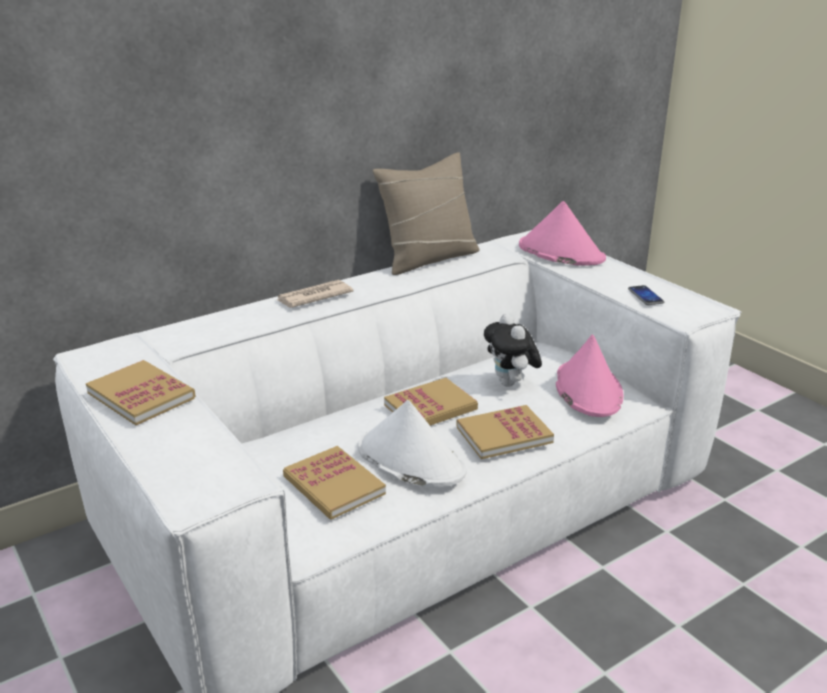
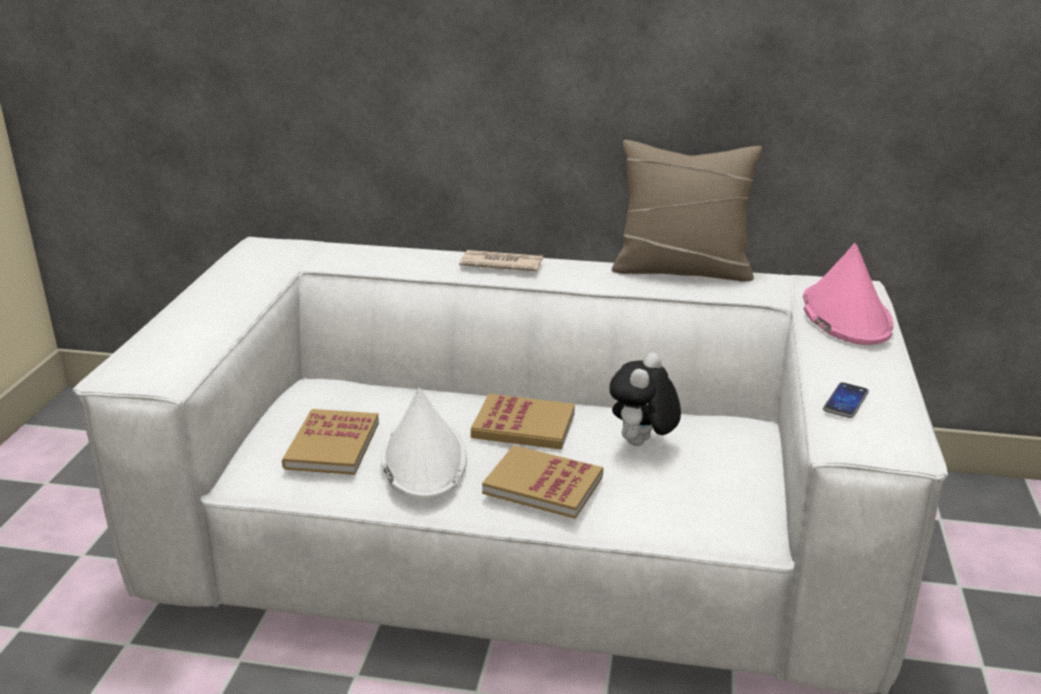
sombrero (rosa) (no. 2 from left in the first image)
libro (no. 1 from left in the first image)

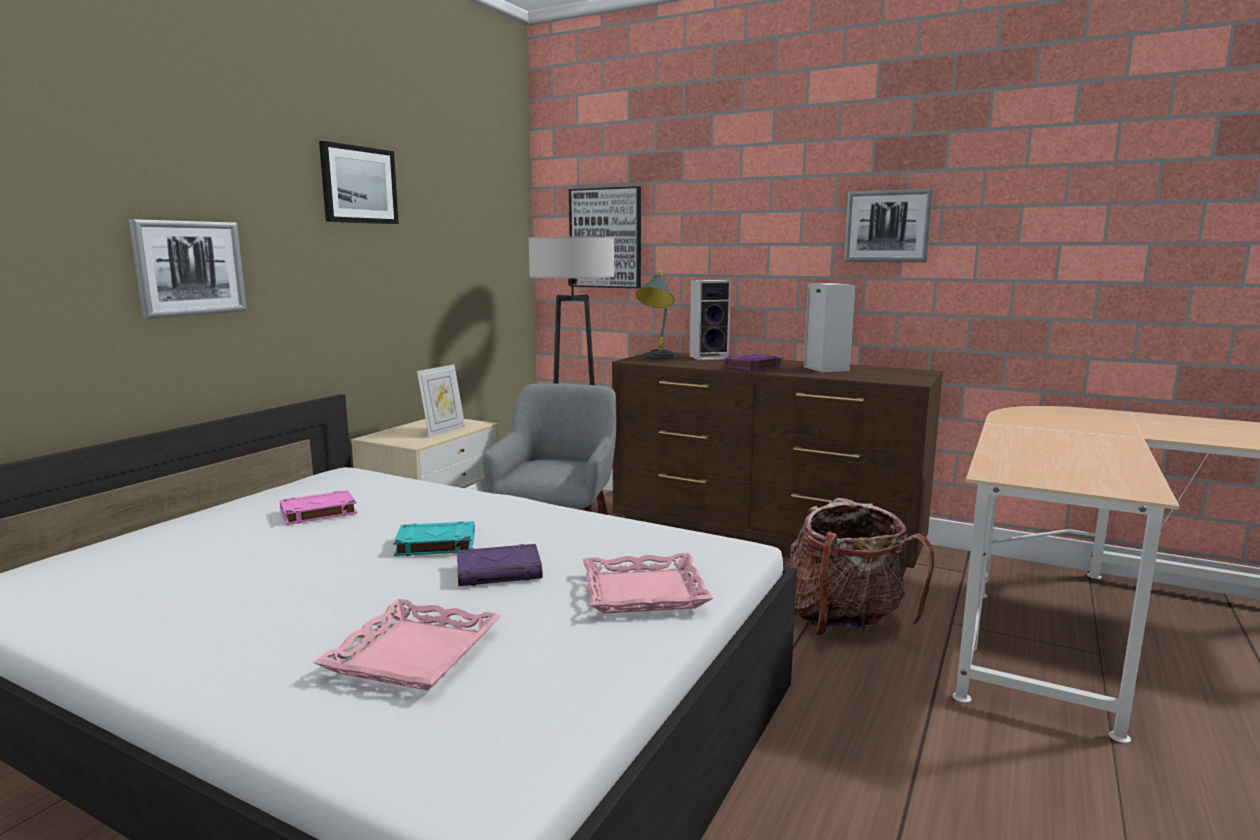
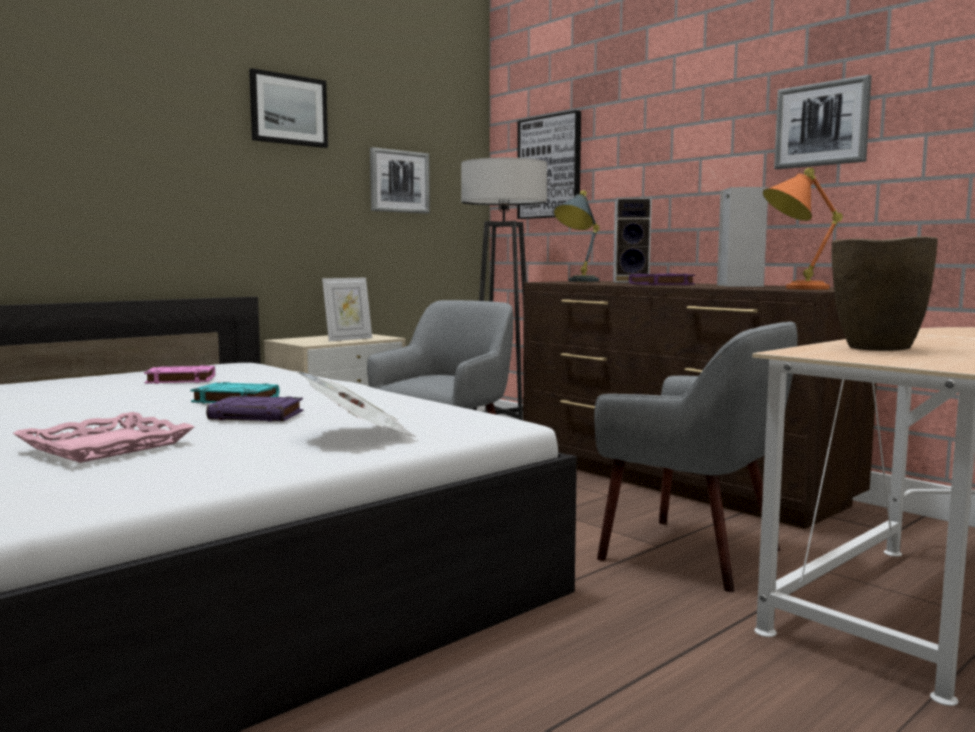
cuadro (no. 2 from left)
sillón (gris) (no. 2 from left)
periódico
lámpara de mesa (naranja)
florero (marrón)

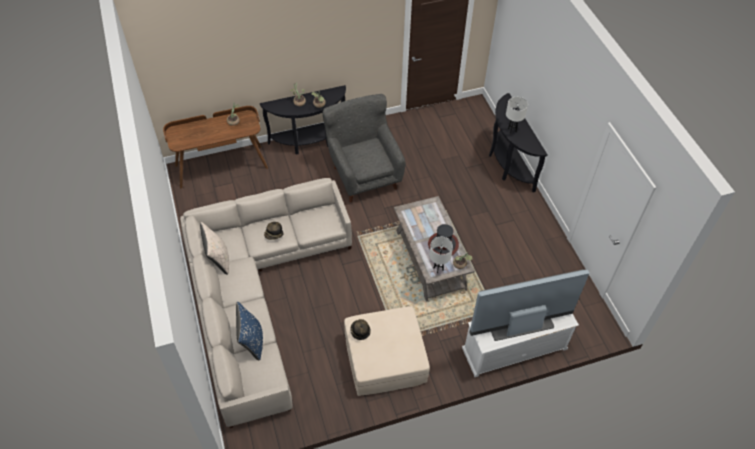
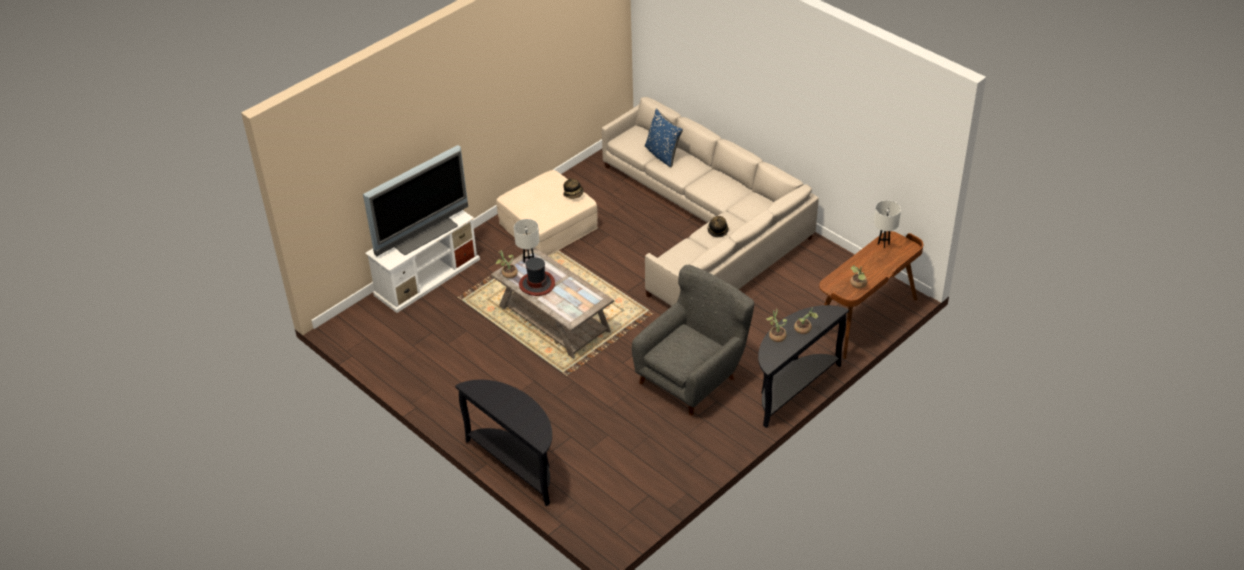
sillón (gris)
lámpara de mesa (blanco) (no. 2 from left)
cojín (beis)

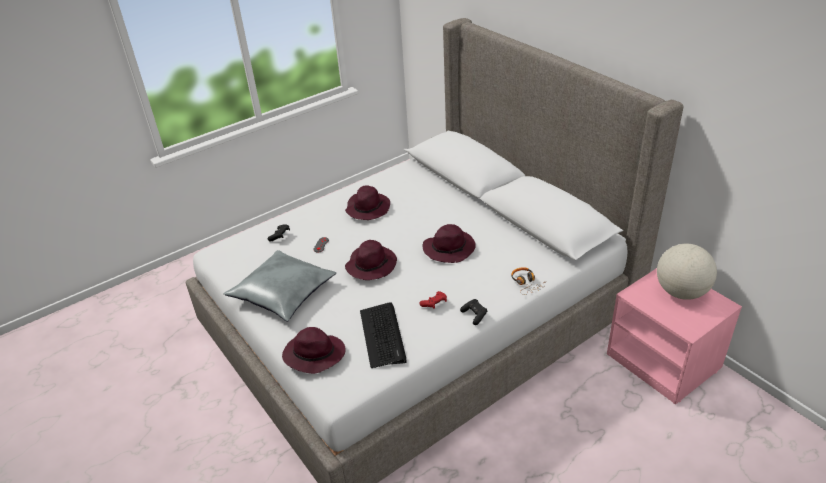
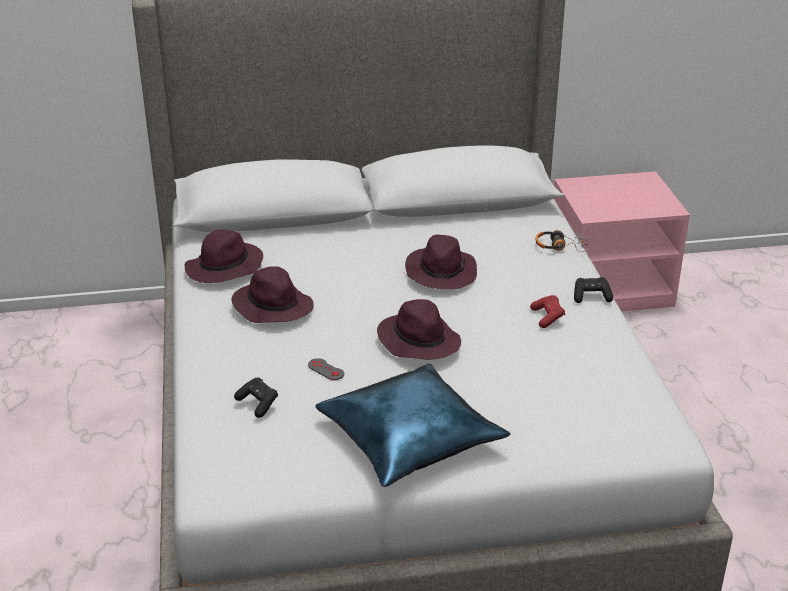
globo terráqueo
cojín (azul)
teclado
sombrero (morado) (no. 1 from left)

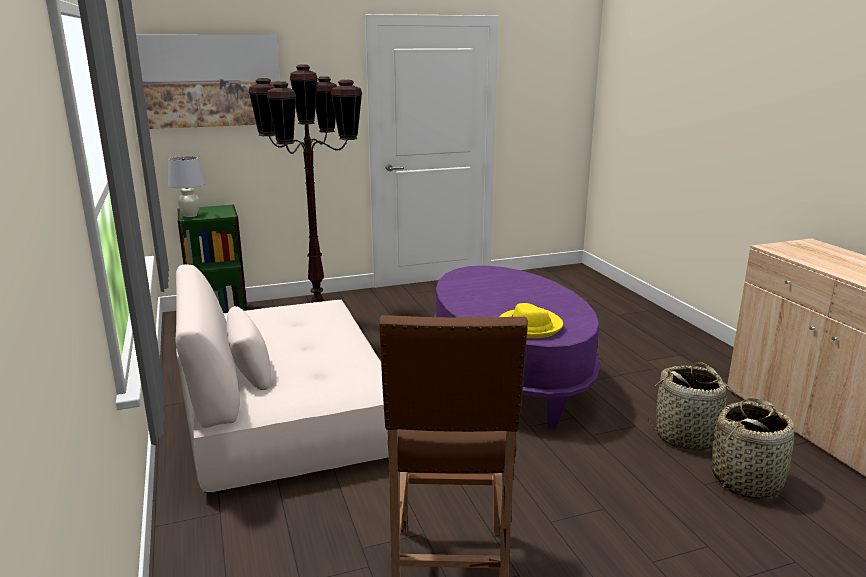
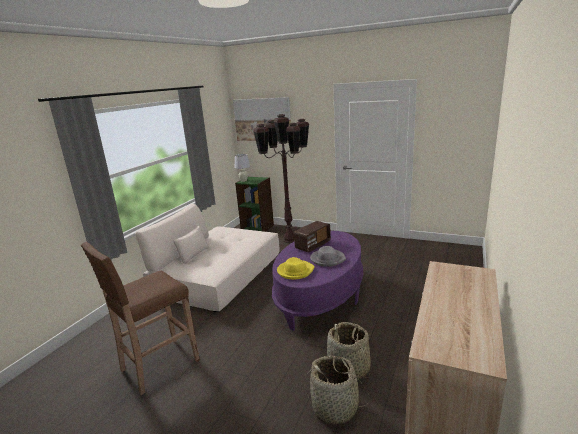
radio
sombrero (gris)

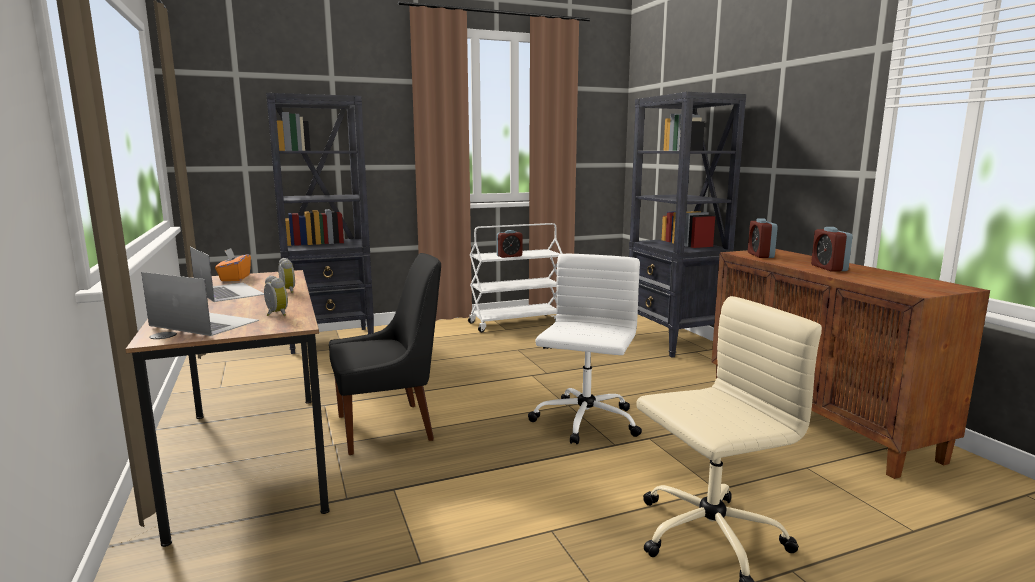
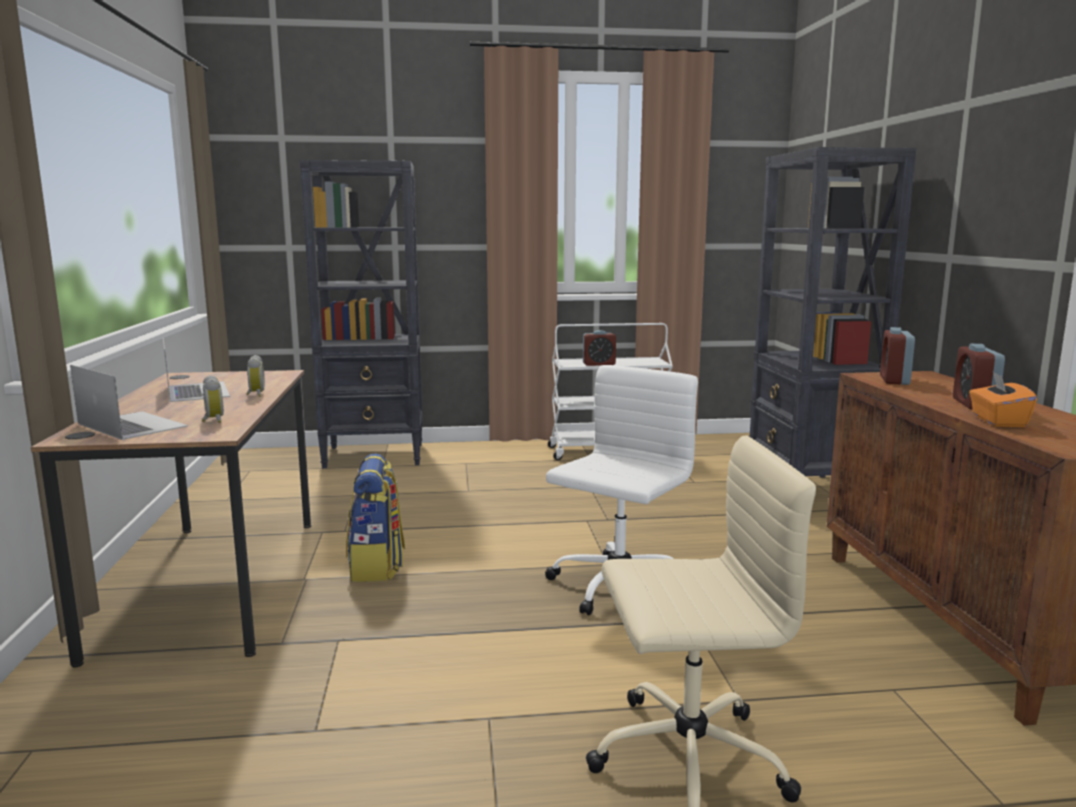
caja de pañuelos (naranja)
mochila

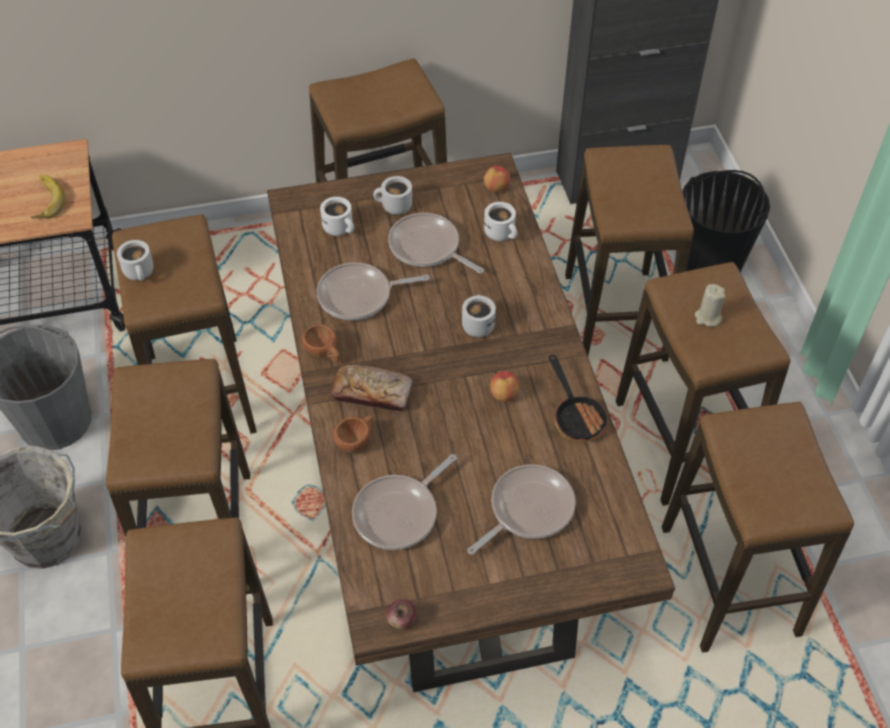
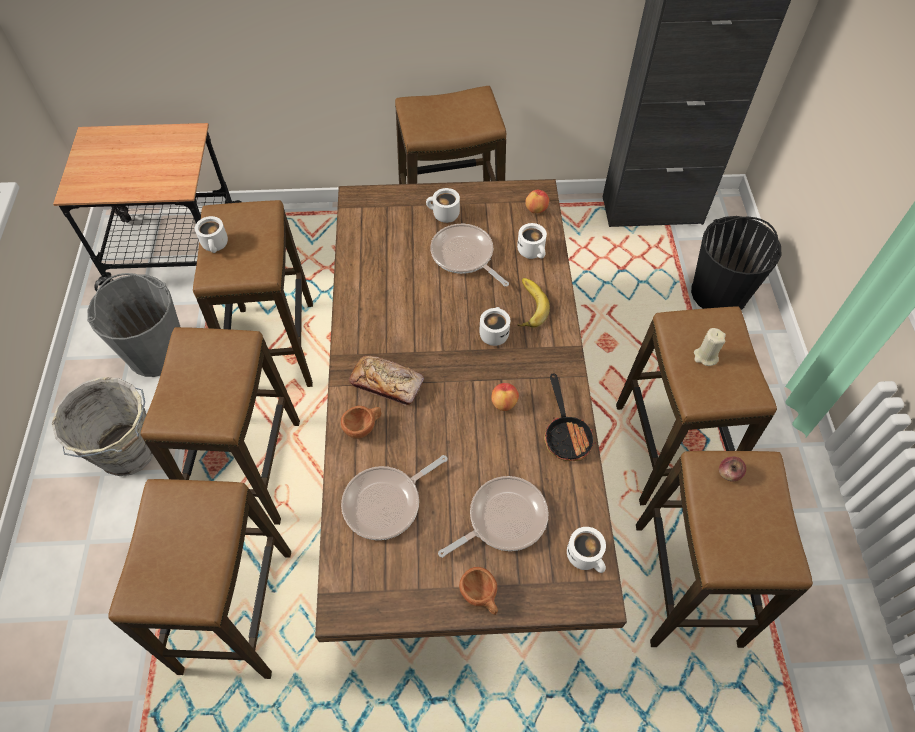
taburete (no. 5 from left in the first image)
plátano
taza grande (blanco) (no. 5 from left)
sartén (no. 1 from left in the first image)
taza (marrón) (no. 2 from left)
manzana (no. 3 from left)

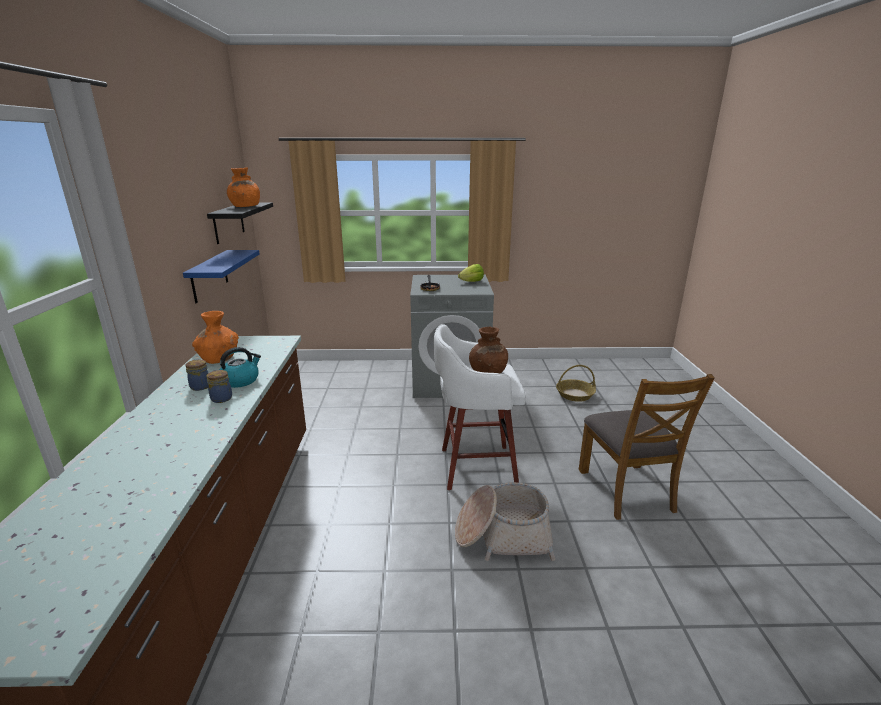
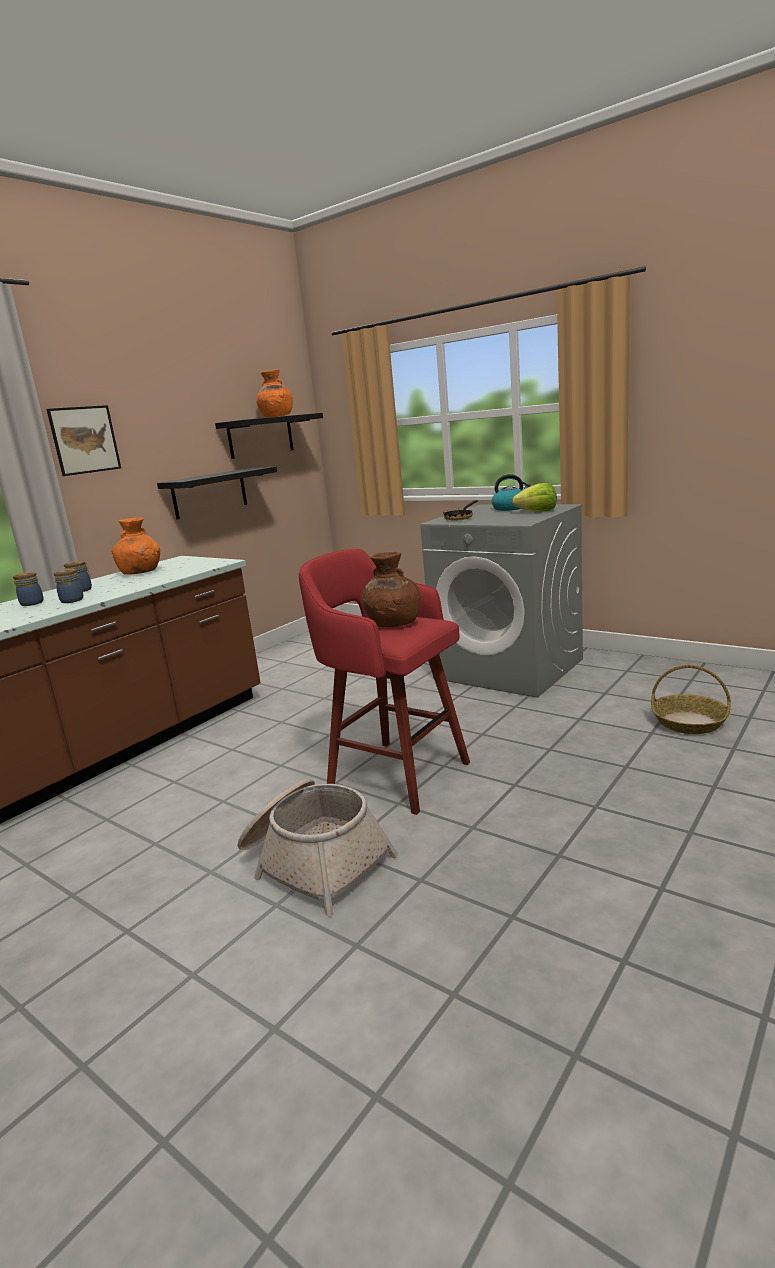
estante (negro) (no. 1 from left)
taburete (rojo)
hervidor
silla (marrón)
cuadro
tarro (no. 1 from left)

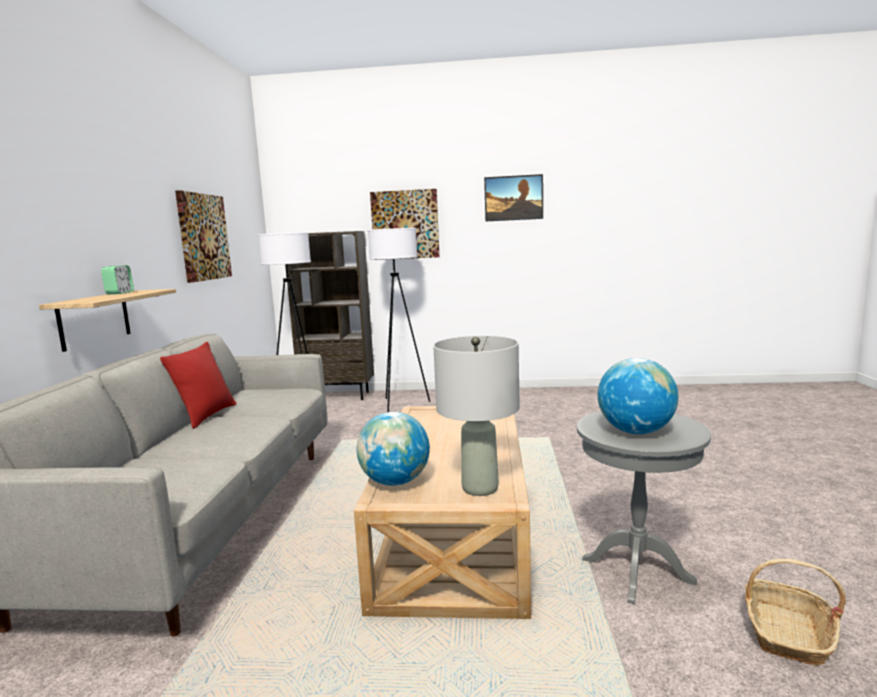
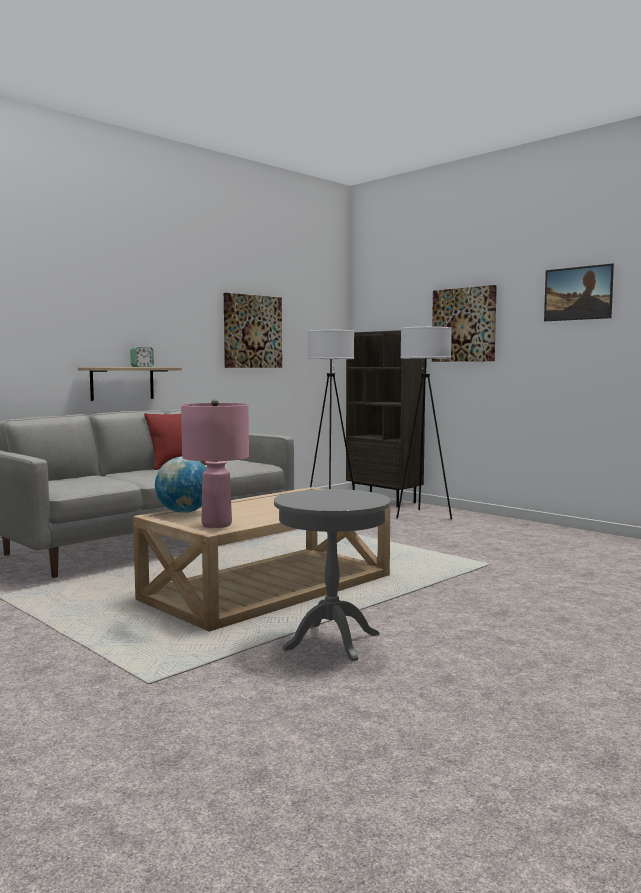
lámpara de mesa (rosa)
globo terráqueo (no. 2 from left in the first image)
cesta

